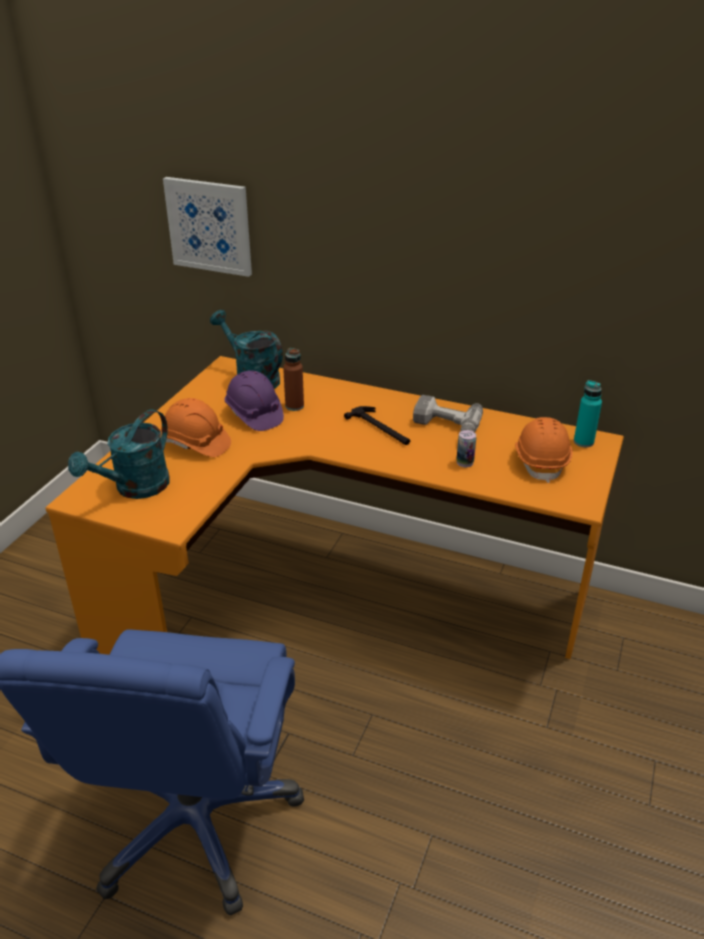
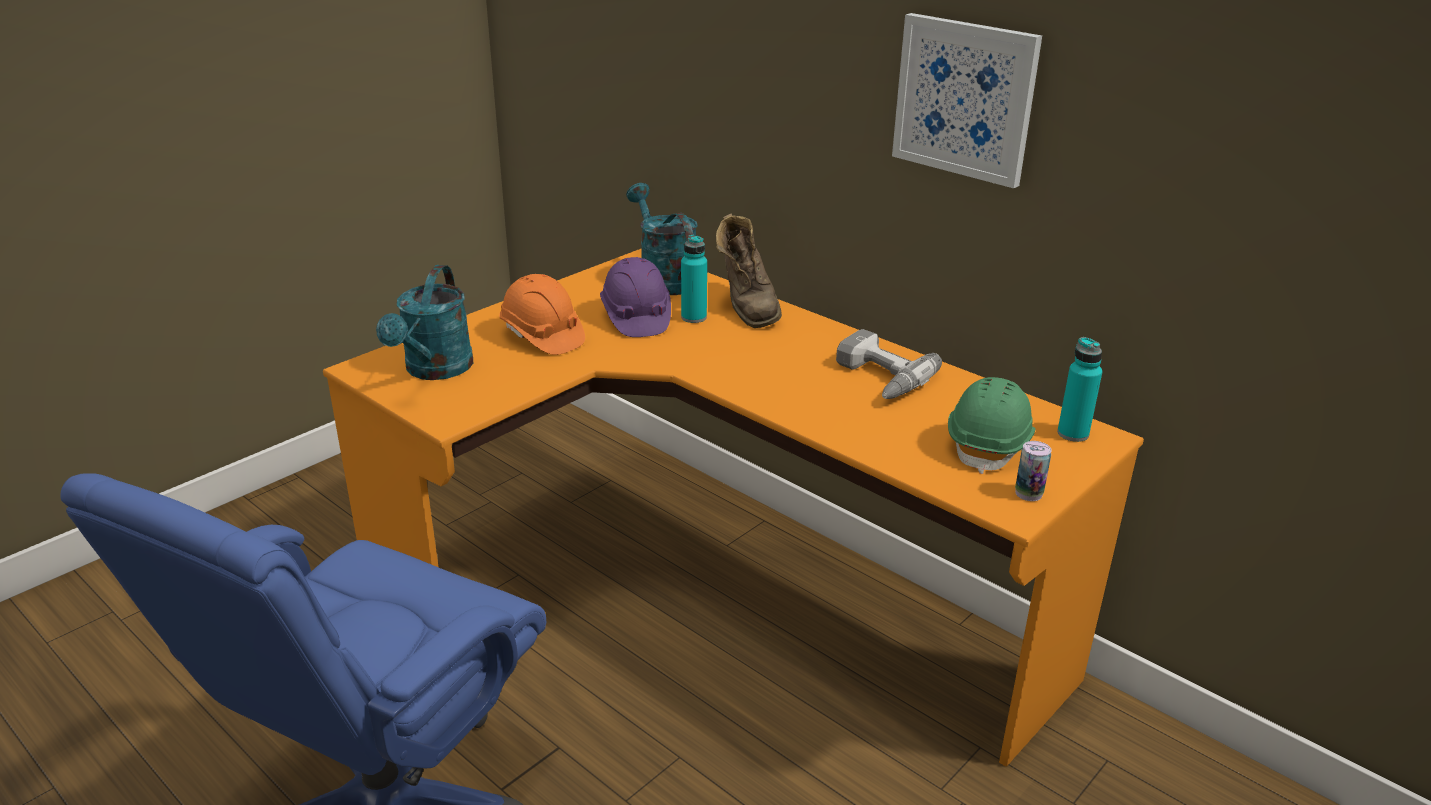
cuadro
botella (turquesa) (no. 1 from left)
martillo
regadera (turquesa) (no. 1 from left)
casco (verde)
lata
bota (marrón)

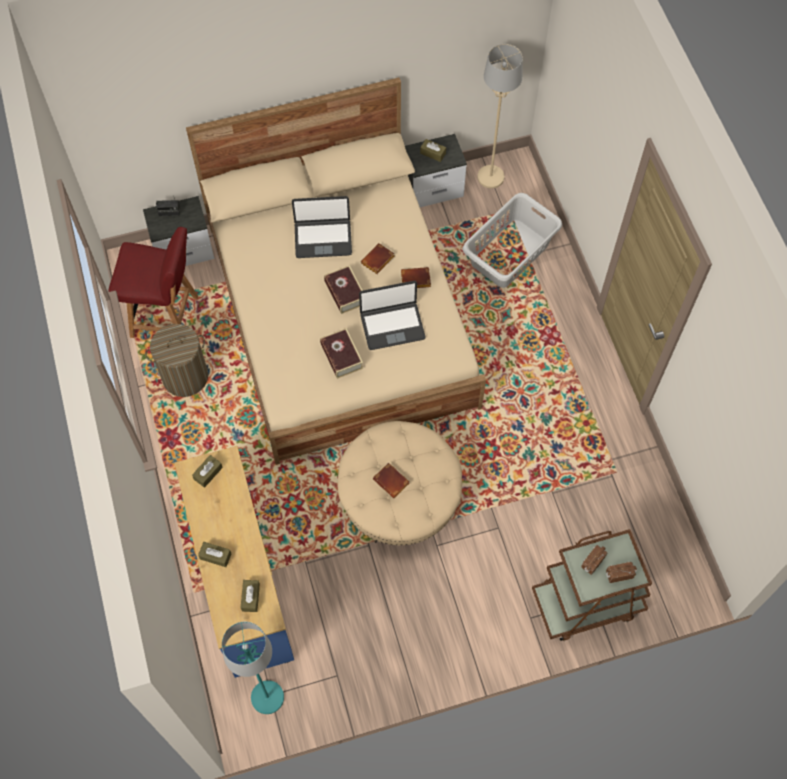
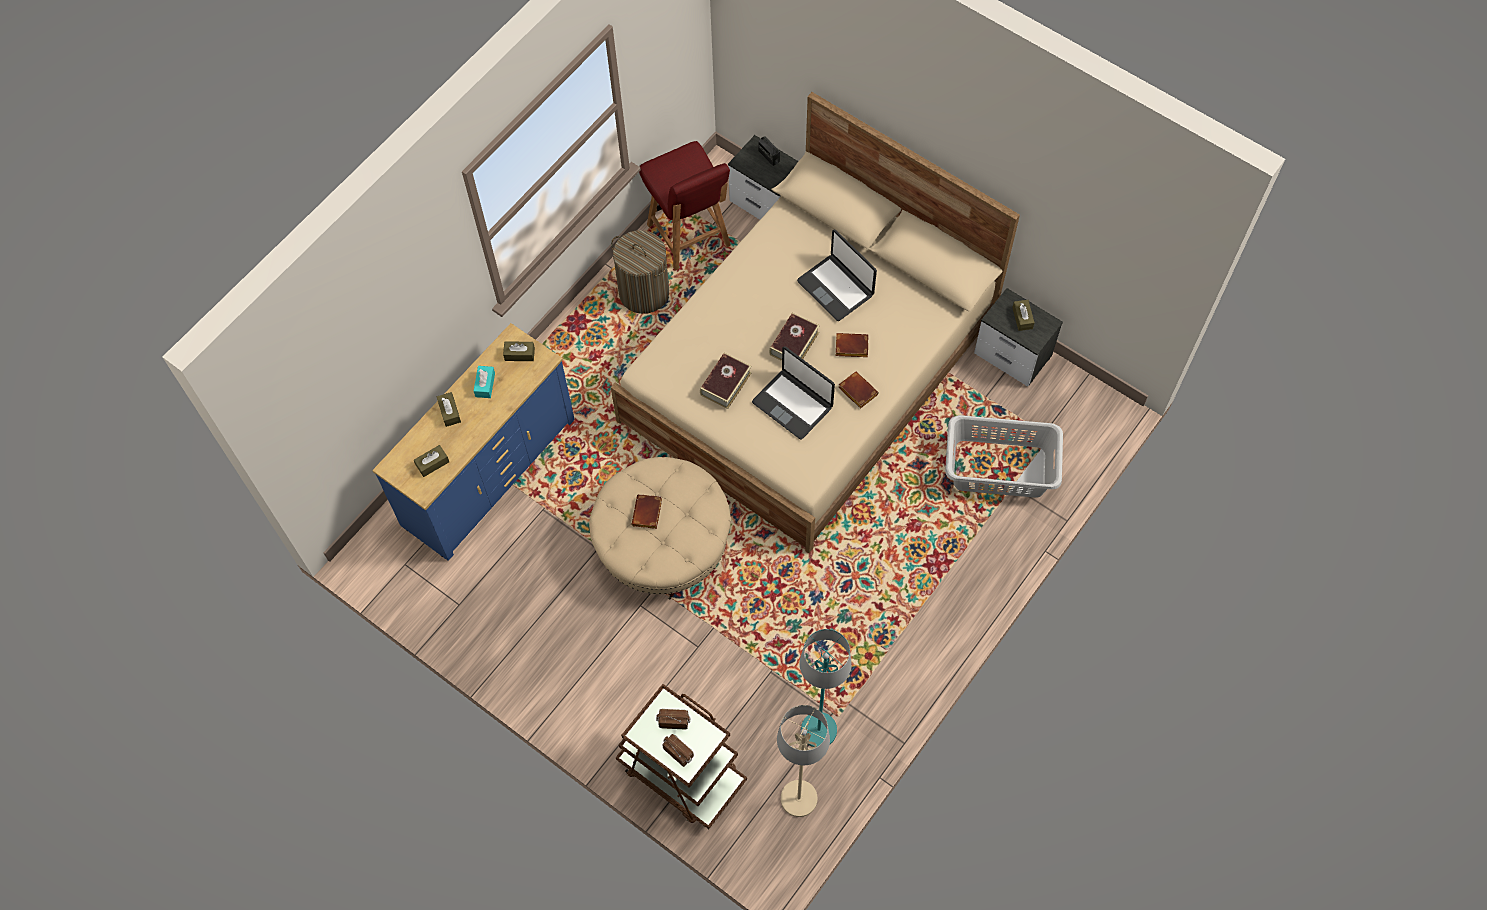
lámpara de pie (beis)
lámpara de pie (turquesa)
caja de pañuelos (turquesa)

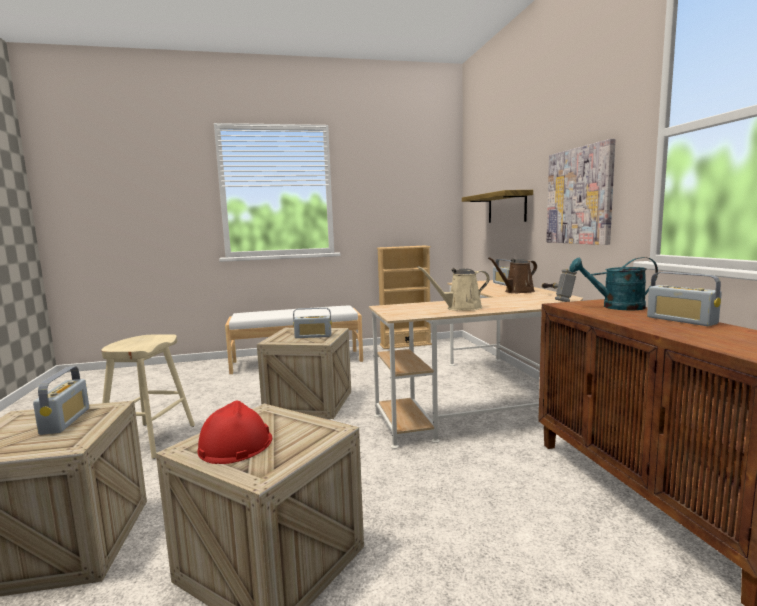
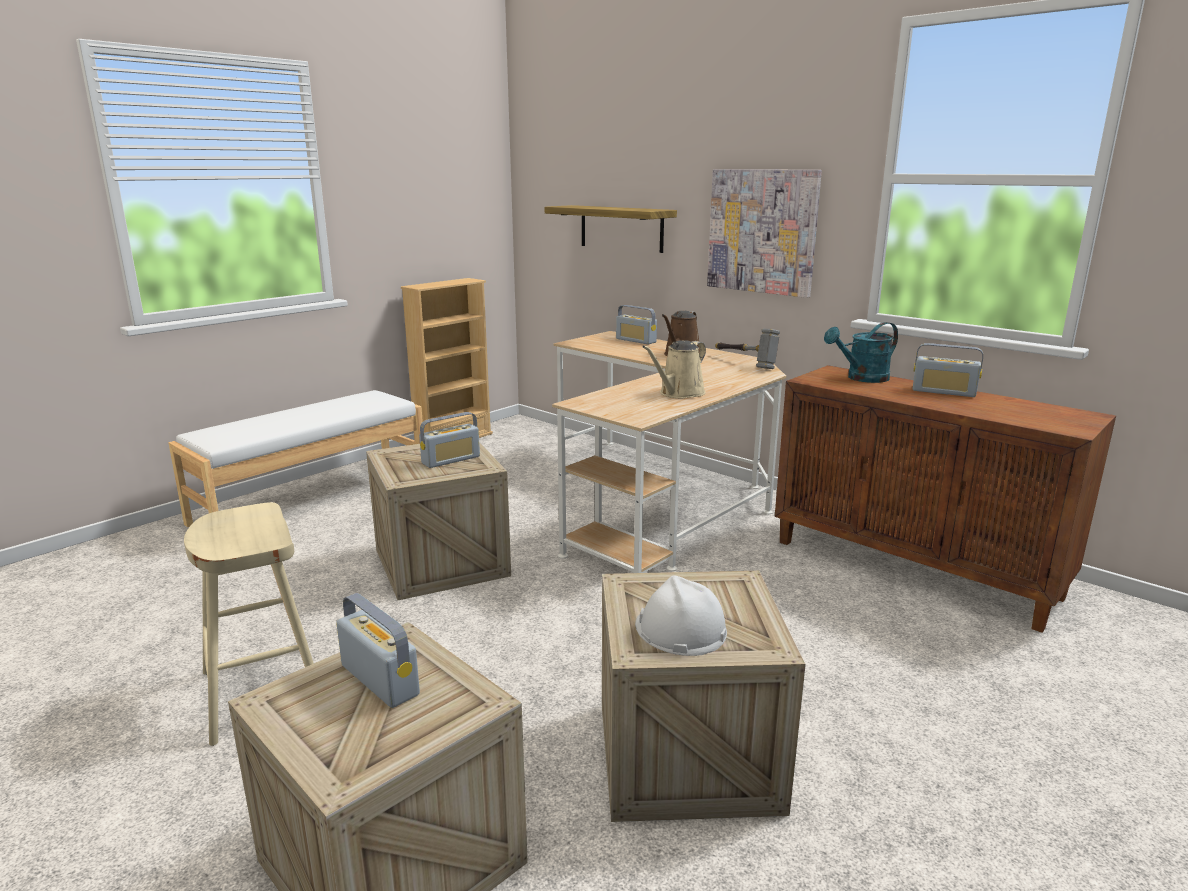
casco (blanco)

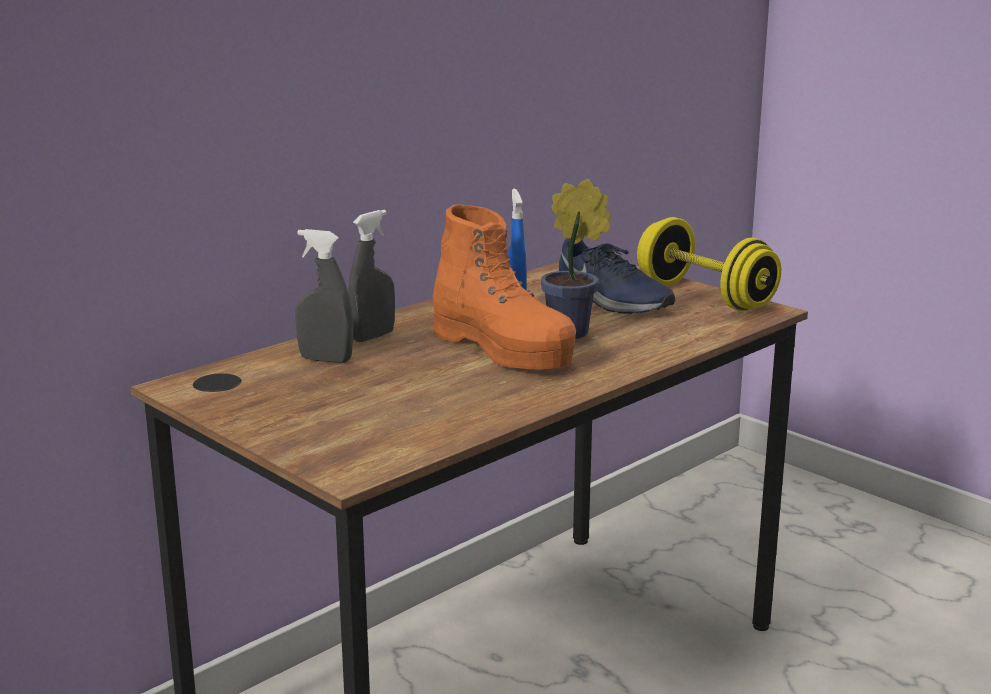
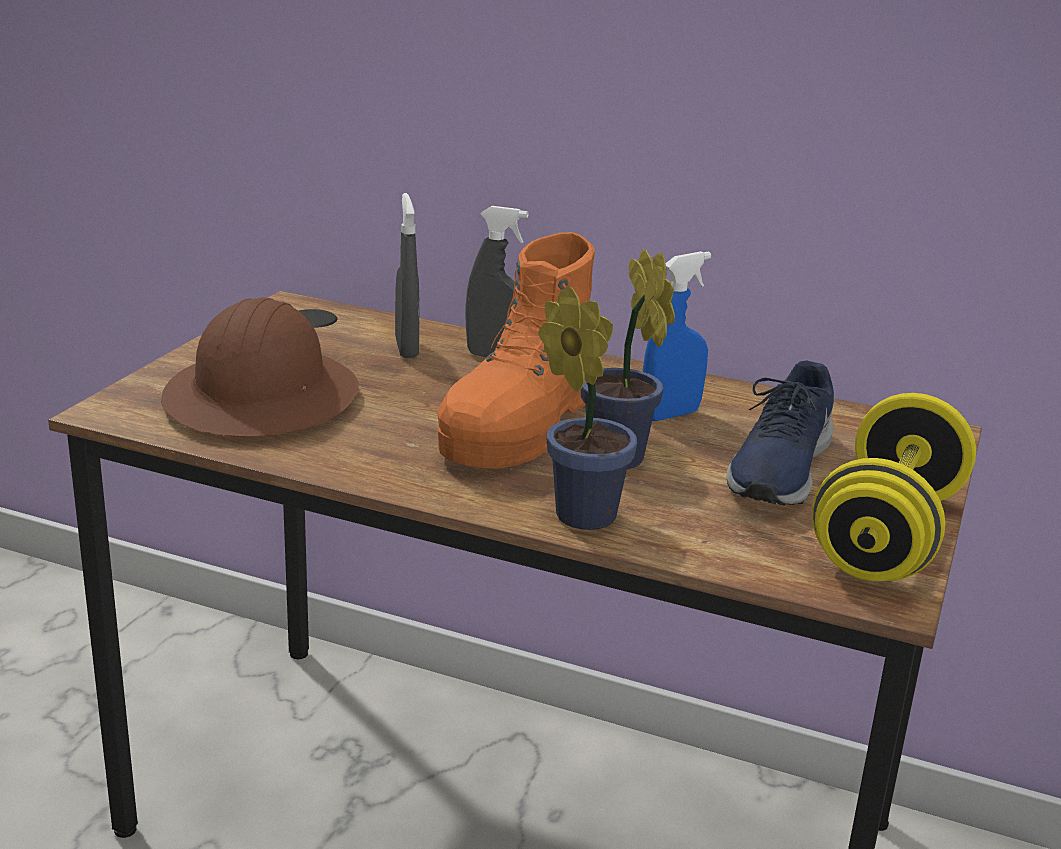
planta en maceta (no. 1 from left)
casco (marrón)

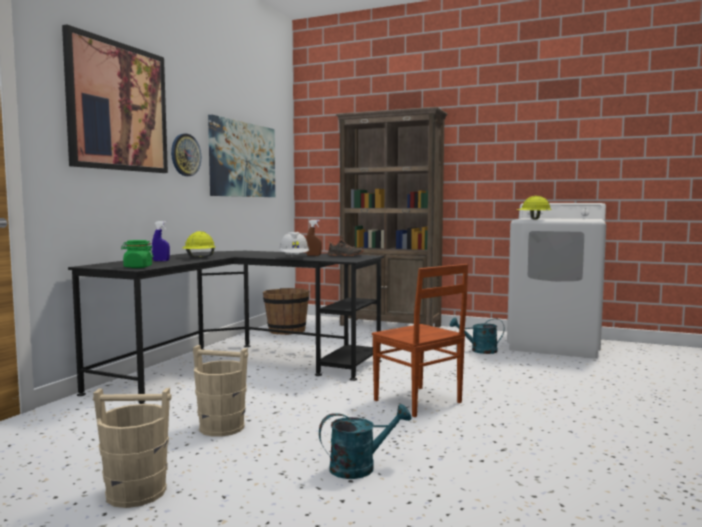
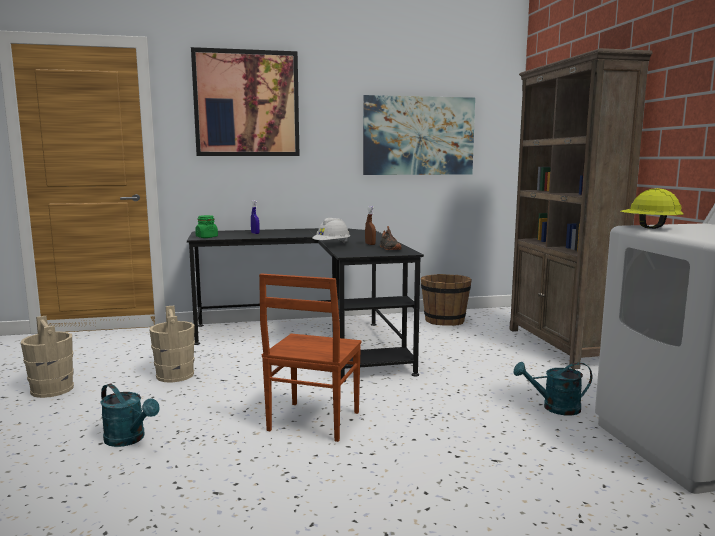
reloj de pared
casco (amarillo) (no. 1 from left in the first image)
regadera (turquesa) (no. 2 from left)

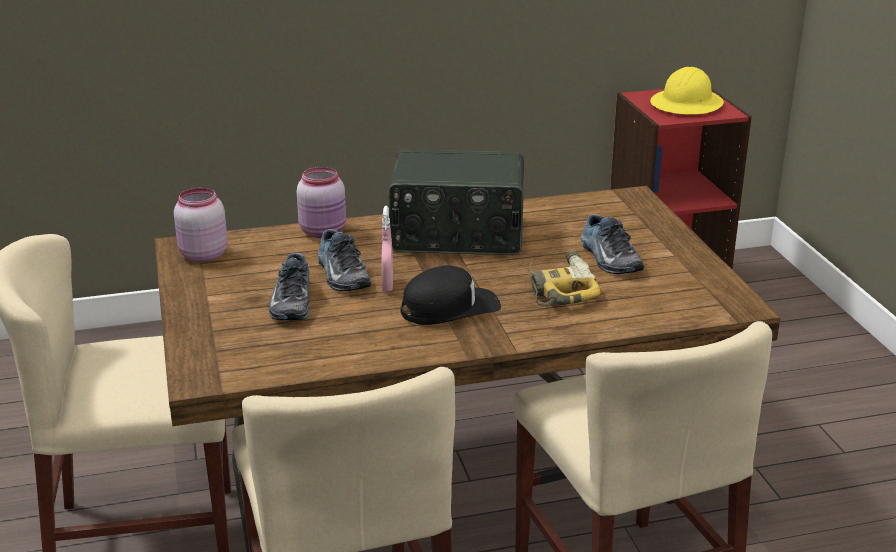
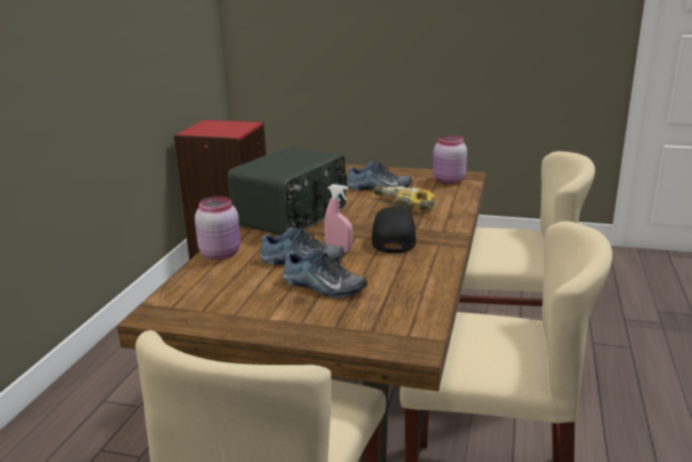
casco (amarillo)
tarro (rosa) (no. 2 from left)

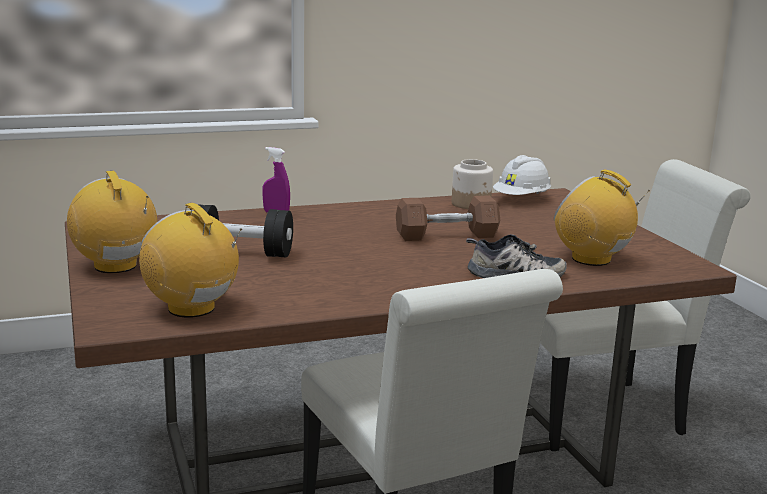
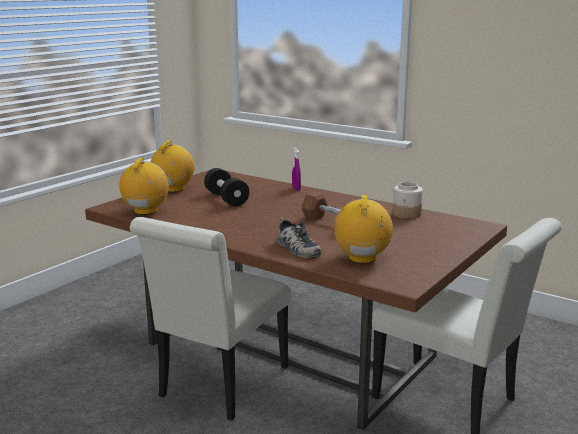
casco (blanco)

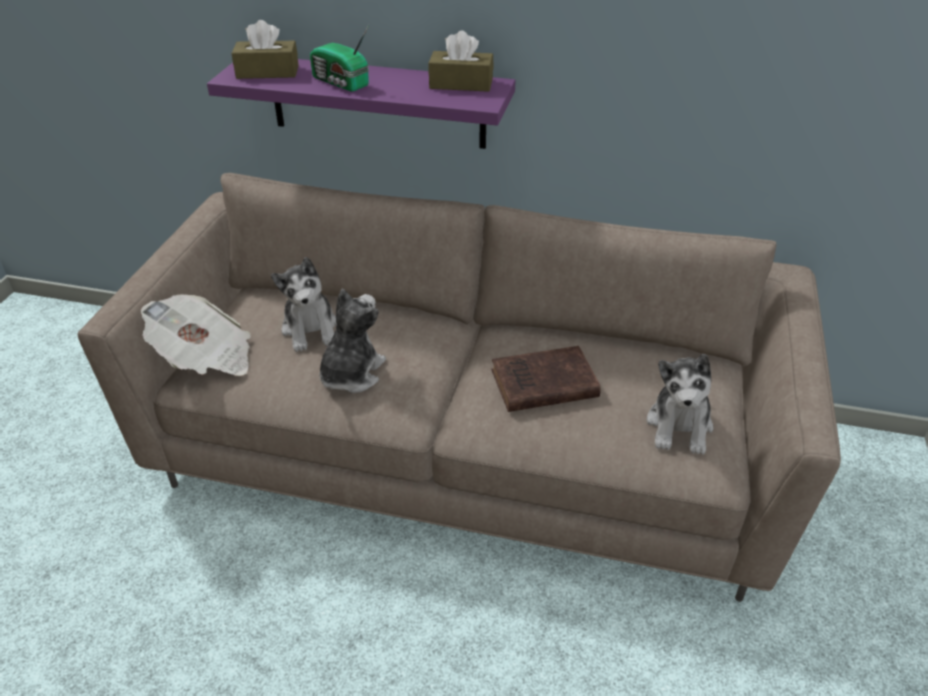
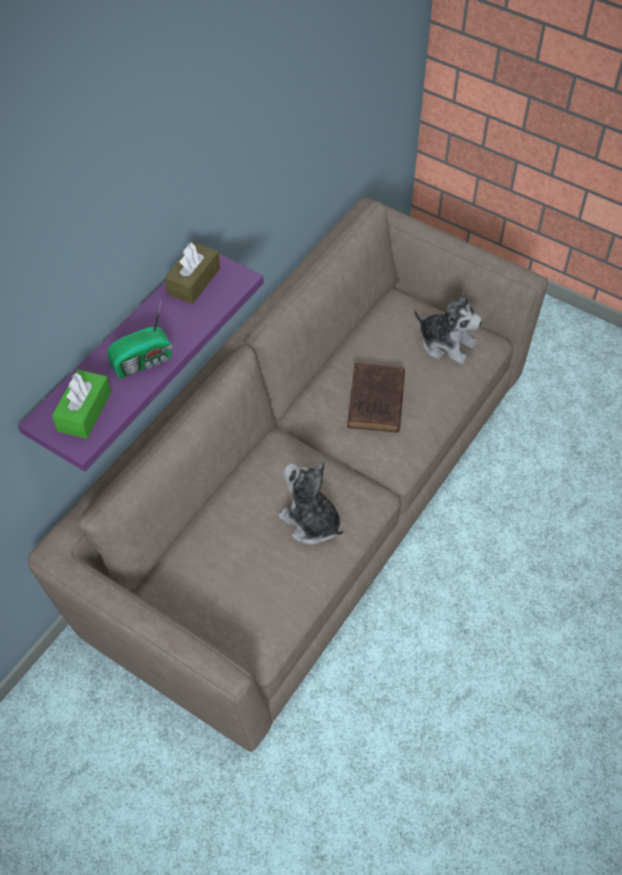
caja de pañuelos (verde)
peluche (no. 1 from left in the first image)
periódico

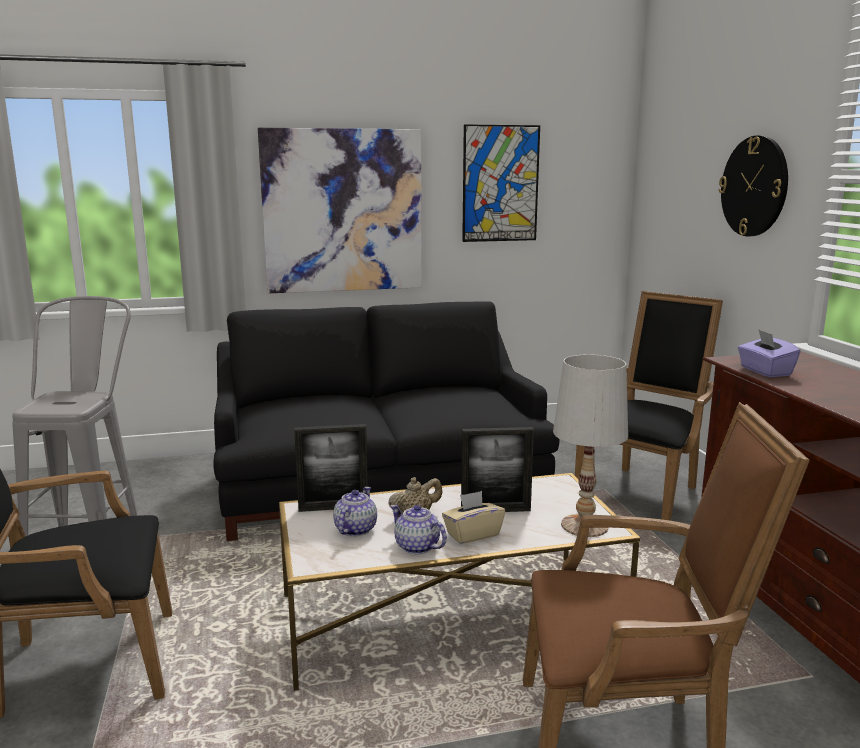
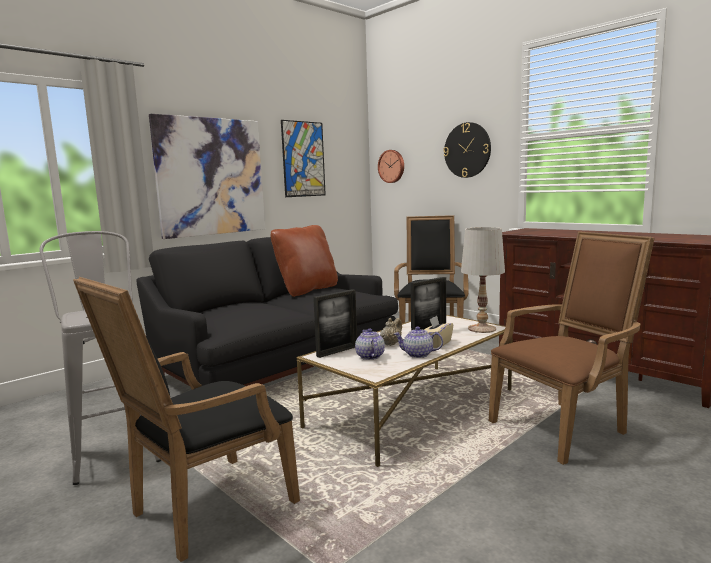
caja de pañuelos (morado)
reloj de pared (no. 1 from left)
cojín (marrón)

